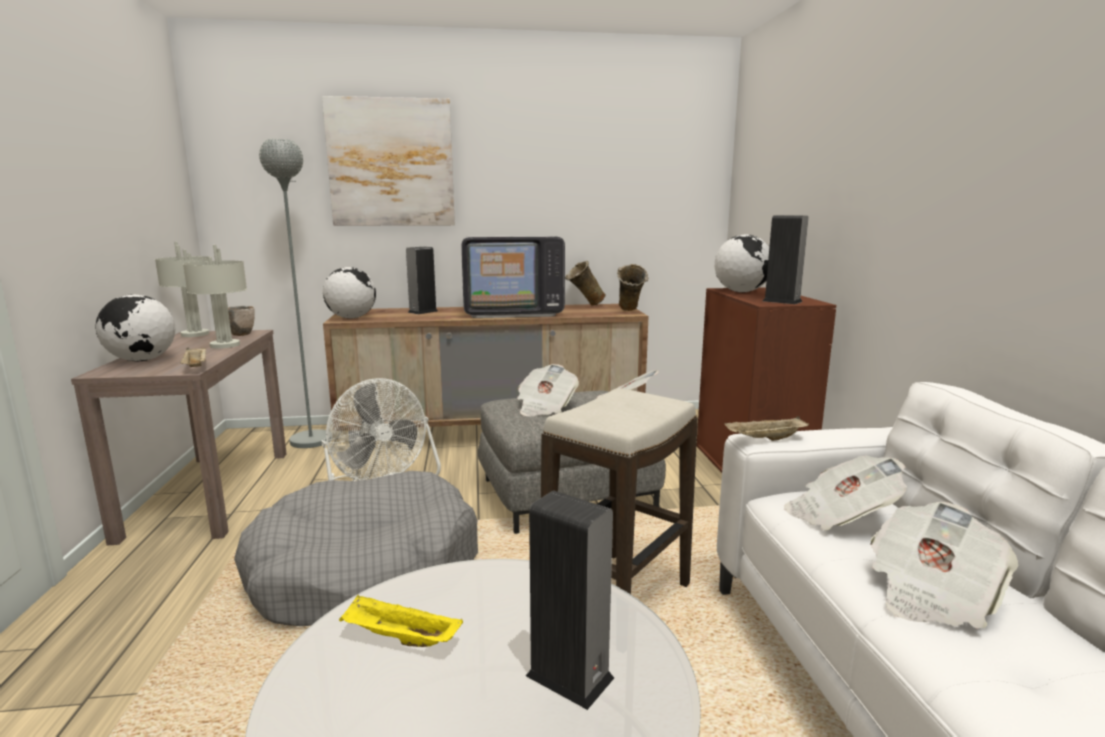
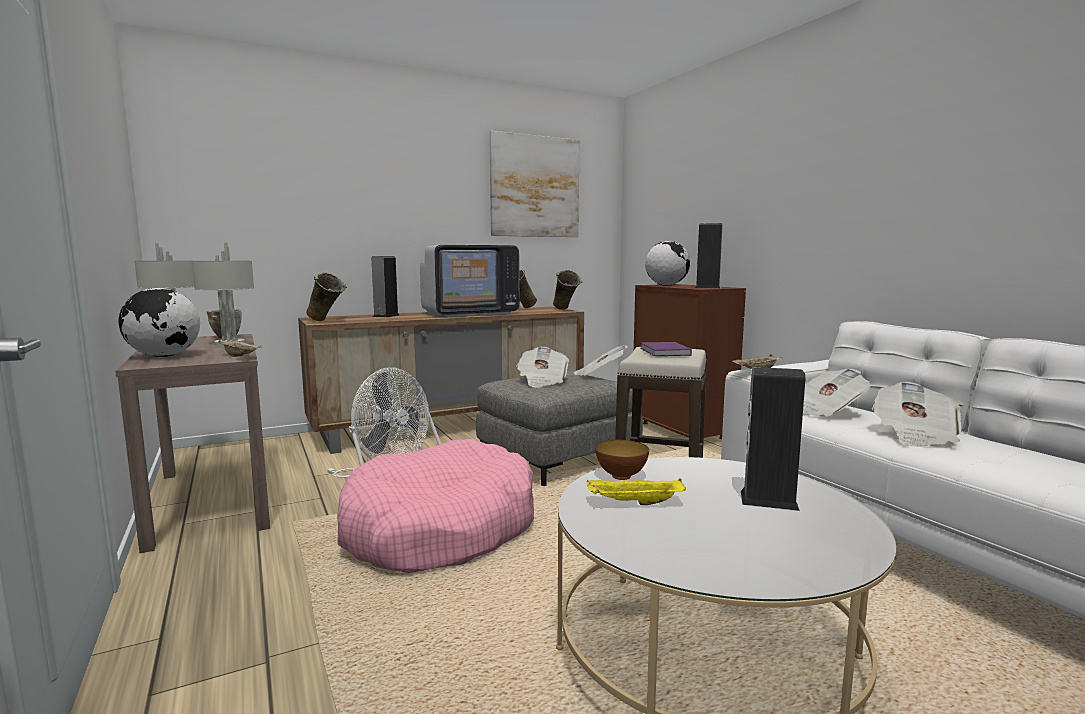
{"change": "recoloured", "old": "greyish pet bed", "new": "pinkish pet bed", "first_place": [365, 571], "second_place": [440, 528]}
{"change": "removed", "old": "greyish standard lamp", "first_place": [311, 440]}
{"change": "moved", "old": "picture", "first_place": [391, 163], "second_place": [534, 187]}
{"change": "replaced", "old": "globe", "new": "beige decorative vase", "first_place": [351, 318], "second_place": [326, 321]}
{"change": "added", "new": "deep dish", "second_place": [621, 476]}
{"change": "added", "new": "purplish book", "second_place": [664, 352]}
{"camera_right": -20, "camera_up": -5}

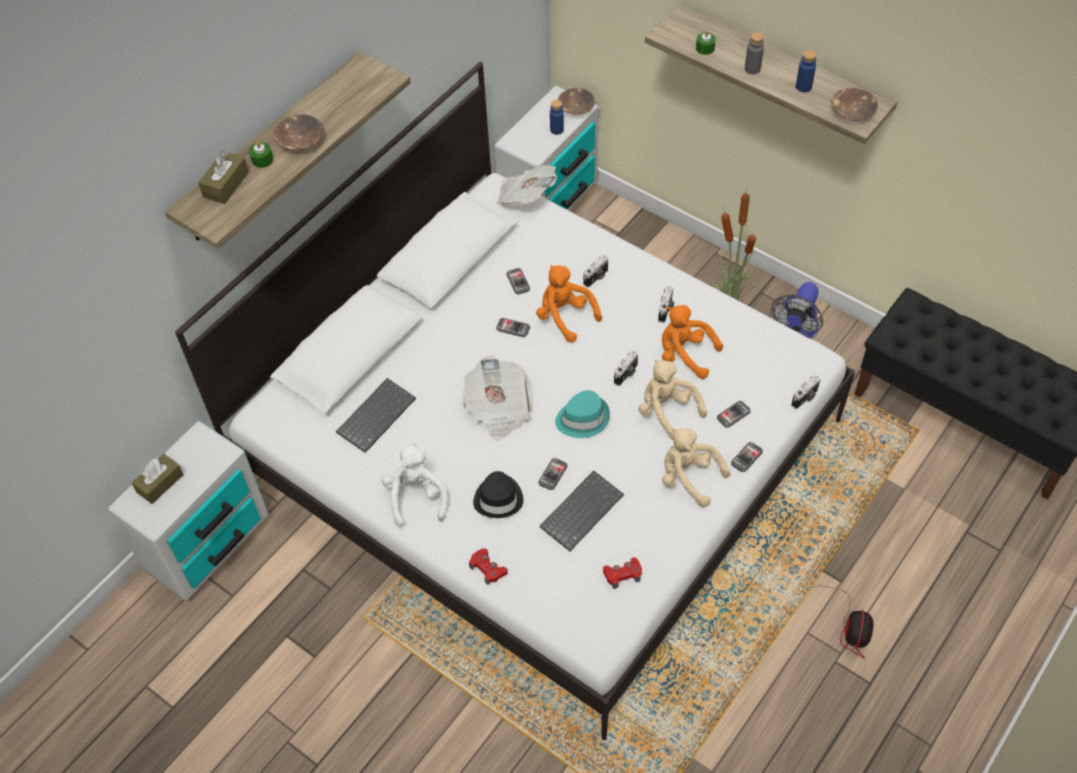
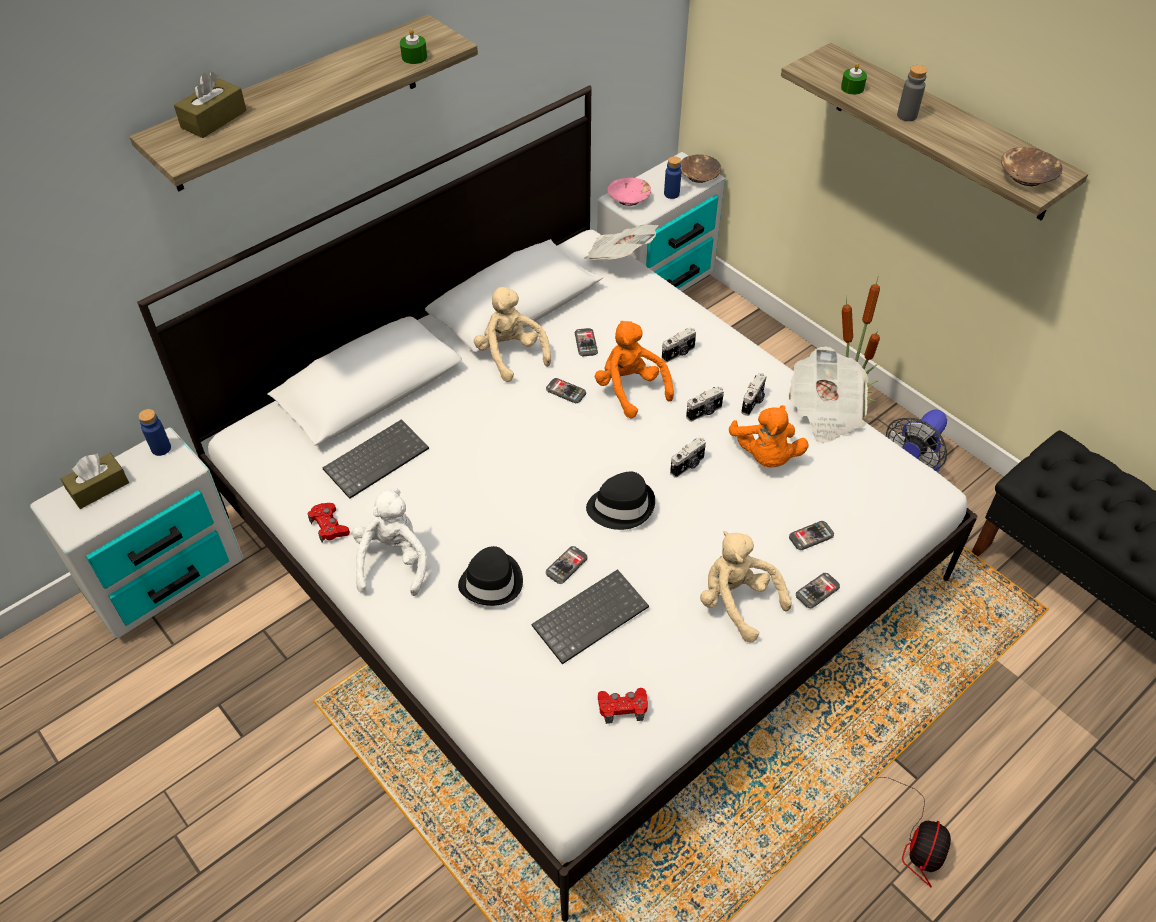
{"change": "moved", "old": "green-coloured wax light", "first_place": [262, 160], "second_place": [414, 57]}
{"change": "removed", "old": "brown-coloured deep dish", "first_place": [299, 141]}
{"change": "moved", "old": "printed paper", "first_place": [498, 409], "second_place": [825, 411]}
{"change": "moved", "old": "red gamepad", "first_place": [488, 568], "second_place": [329, 526]}
{"change": "recoloured", "old": "blue-green clothing hat", "new": "black clothing hat", "first_place": [582, 418], "second_place": [621, 506]}
{"change": "moved", "old": "beige cuddly toy", "first_place": [667, 411], "second_place": [511, 355]}
{"change": "turned", "old": "orange-coloured cuddly toy", "first_place": [684, 355], "second_place": [765, 456], "degrees": -135}
{"change": "moved", "old": "still camera", "first_place": [805, 398], "second_place": [705, 412]}
{"change": "moved", "old": "bluish beverage bottle", "first_place": [803, 87], "second_place": [161, 448]}
{"change": "added", "new": "pinkish deep dish", "second_place": [629, 199]}
{"camera_right": 10, "camera_up": -5}

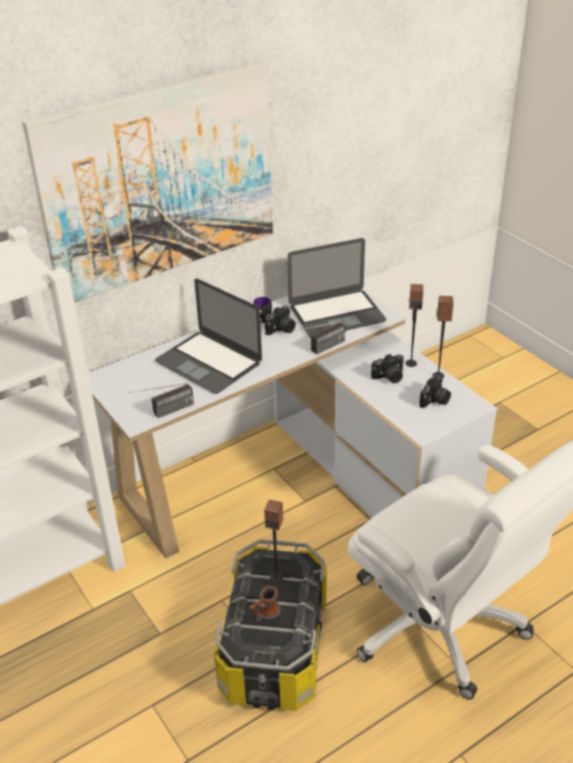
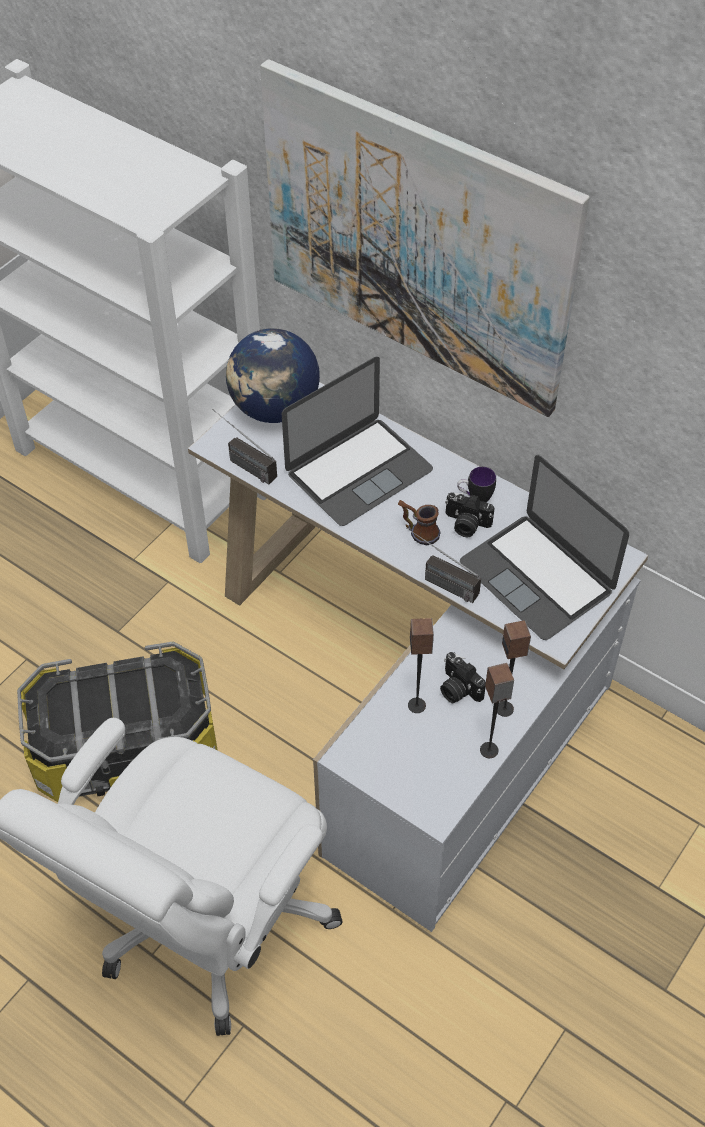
{"change": "turned", "old": "portable computer", "first_place": [208, 362], "second_place": [359, 471], "degrees": -150}
{"change": "moved", "old": "tea mug", "first_place": [264, 615], "second_place": [418, 531]}
{"change": "moved", "old": "speaker", "first_place": [276, 578], "second_place": [417, 705]}
{"change": "removed", "old": "still camera", "first_place": [435, 401]}
{"change": "added", "new": "globe", "second_place": [275, 409]}
{"camera_right": 70, "camera_up": 15}

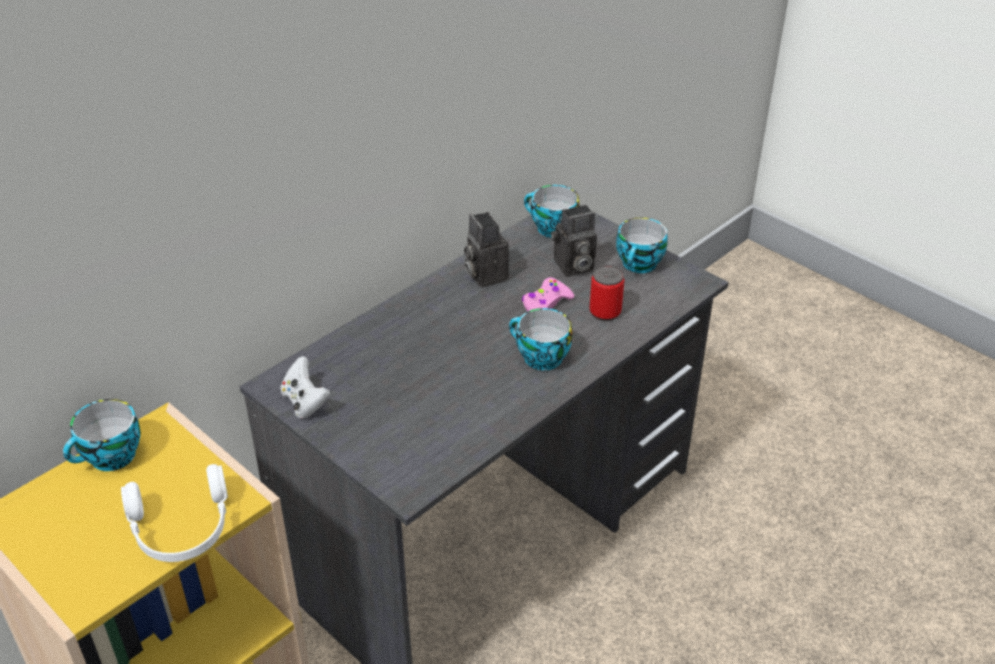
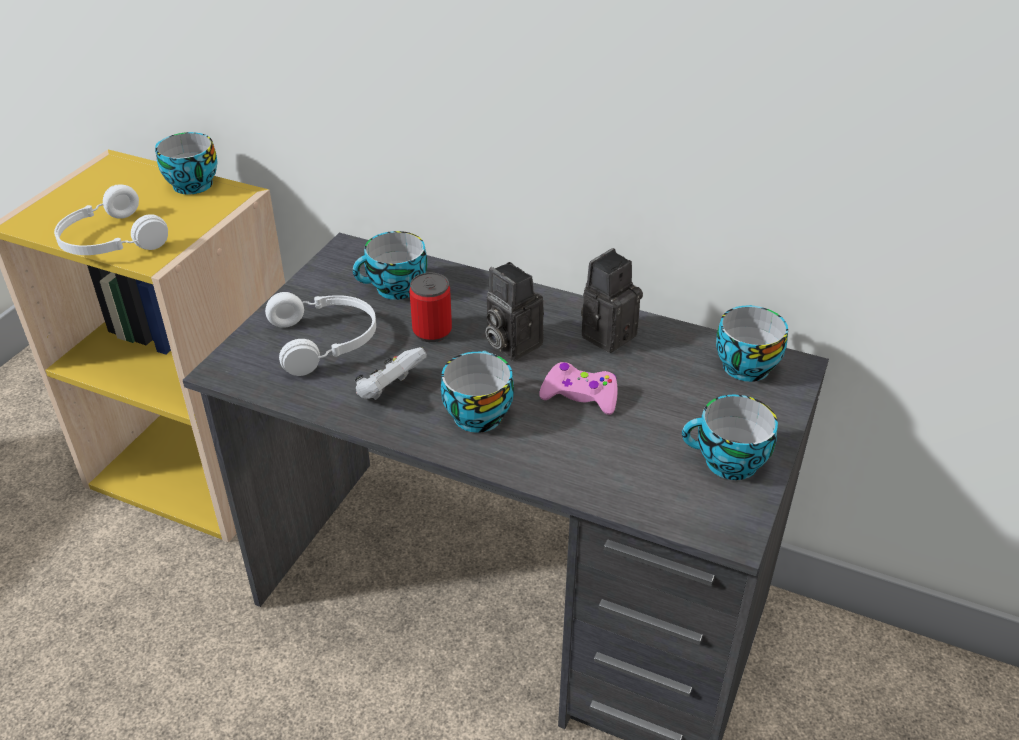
{"change": "moved", "old": "white-coloured gamepad", "first_place": [305, 402], "second_place": [390, 390]}
{"change": "moved", "old": "still camera", "first_place": [572, 267], "second_place": [510, 344]}
{"change": "moved", "old": "metal can", "first_place": [605, 312], "second_place": [432, 331]}
{"change": "added", "new": "white-coloured pair of headphones", "second_place": [326, 341]}
{"change": "added", "new": "small cup", "second_place": [395, 289]}
{"camera_right": 70, "camera_up": 0}

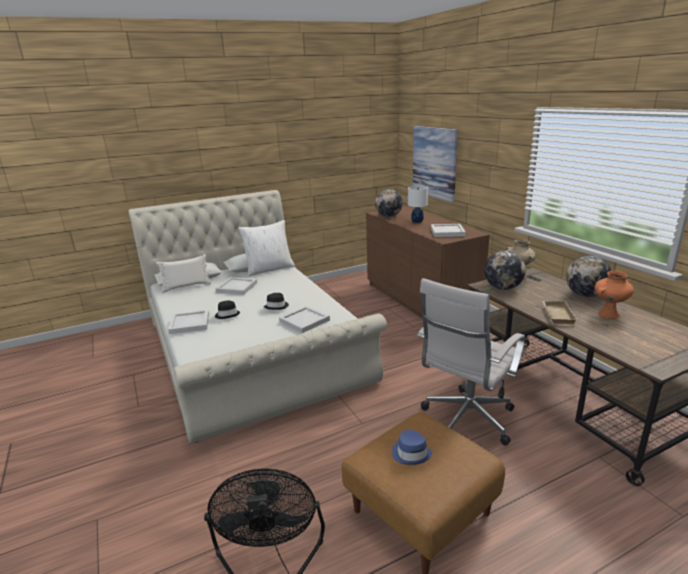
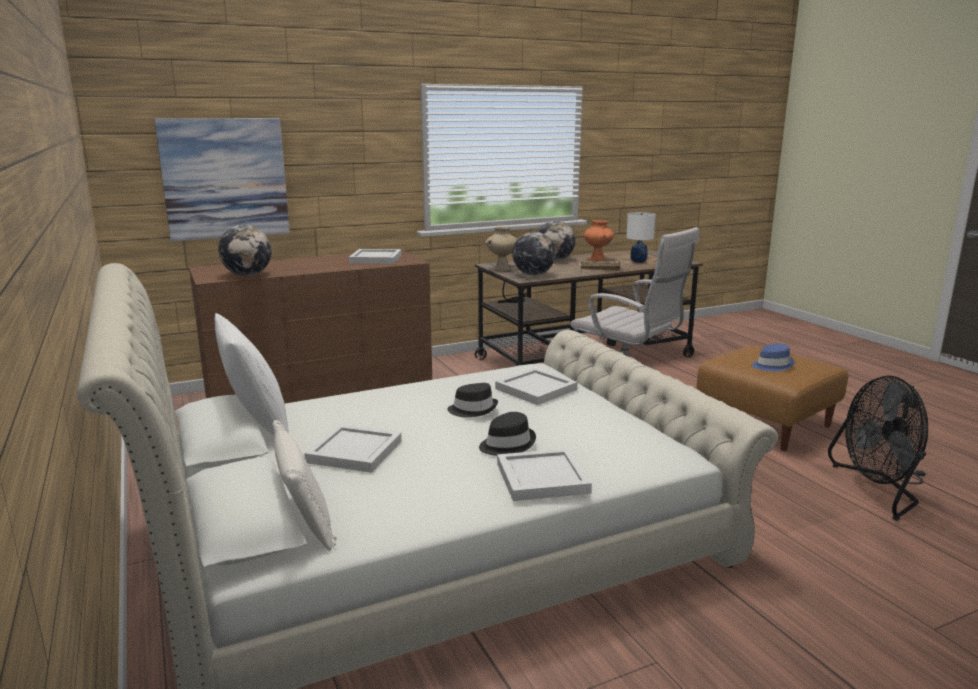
{"change": "moved", "old": "white-coloured table lamp", "first_place": [416, 222], "second_place": [638, 262]}
{"camera_right": -90, "camera_up": -5}

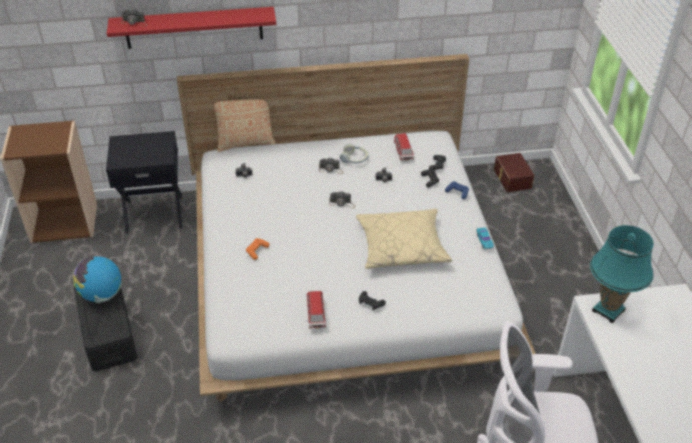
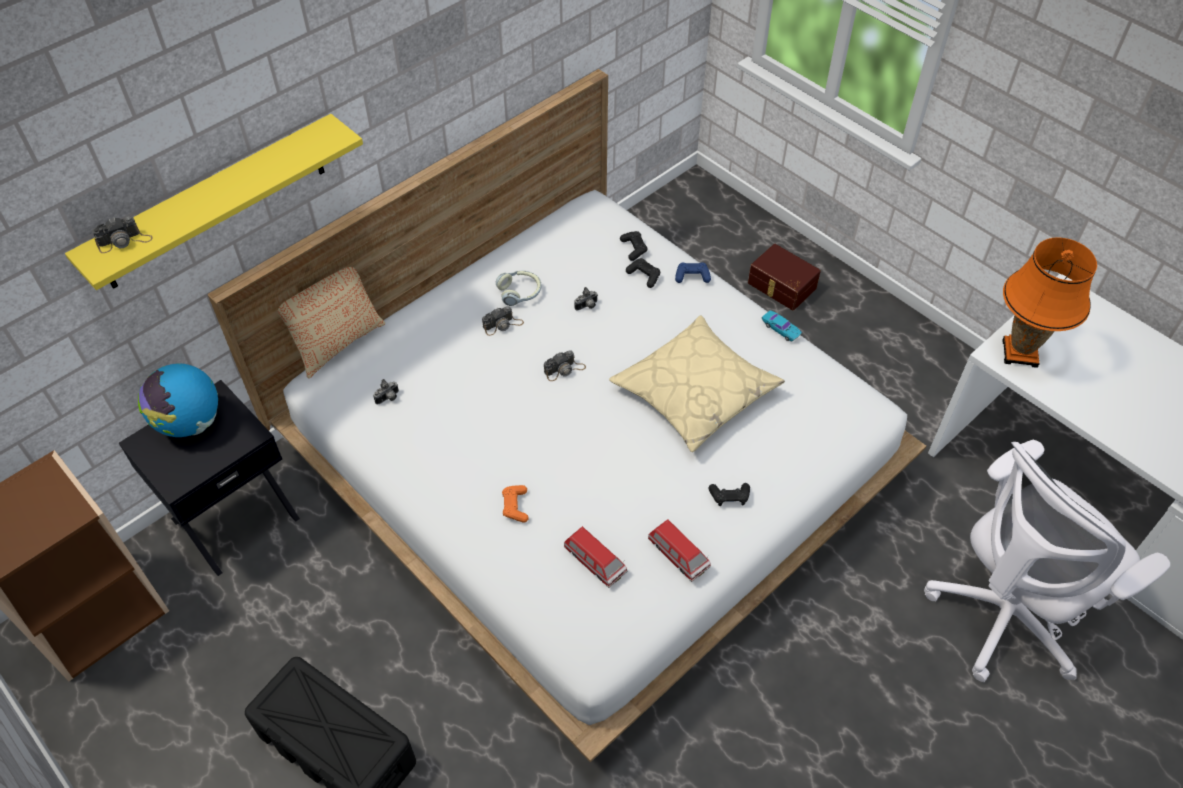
{"change": "moved", "old": "globe", "first_place": [102, 295], "second_place": [189, 422]}
{"change": "recoloured", "old": "red wall shelf", "new": "yellow wall shelf", "first_place": [194, 27], "second_place": [214, 203]}
{"change": "moved", "old": "miniature car", "first_place": [403, 152], "second_place": [595, 561]}
{"change": "moved", "old": "brown-coloured storage box", "first_place": [511, 179], "second_place": [781, 286]}
{"change": "recoloured", "old": "blue-green table lamp", "new": "orange-coloured table lamp", "first_place": [608, 310], "second_place": [1019, 353]}
{"camera_right": -35, "camera_up": 10}

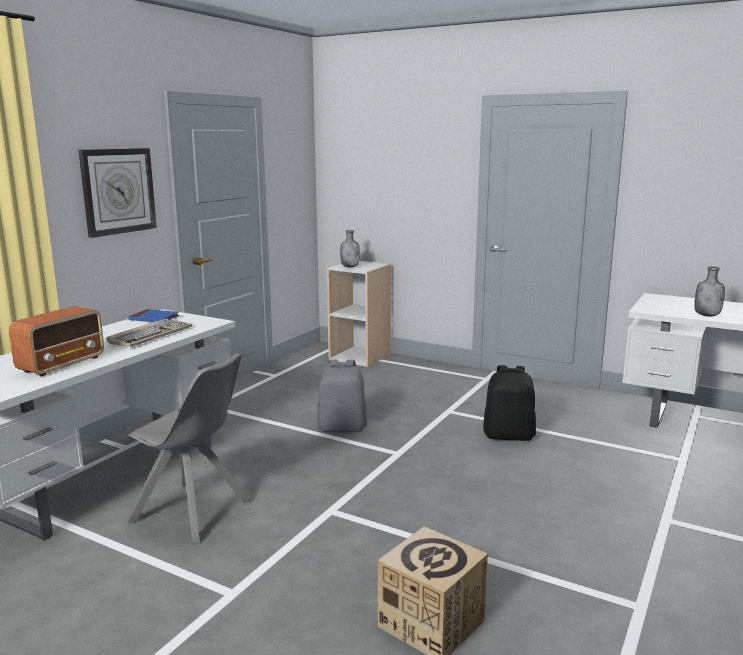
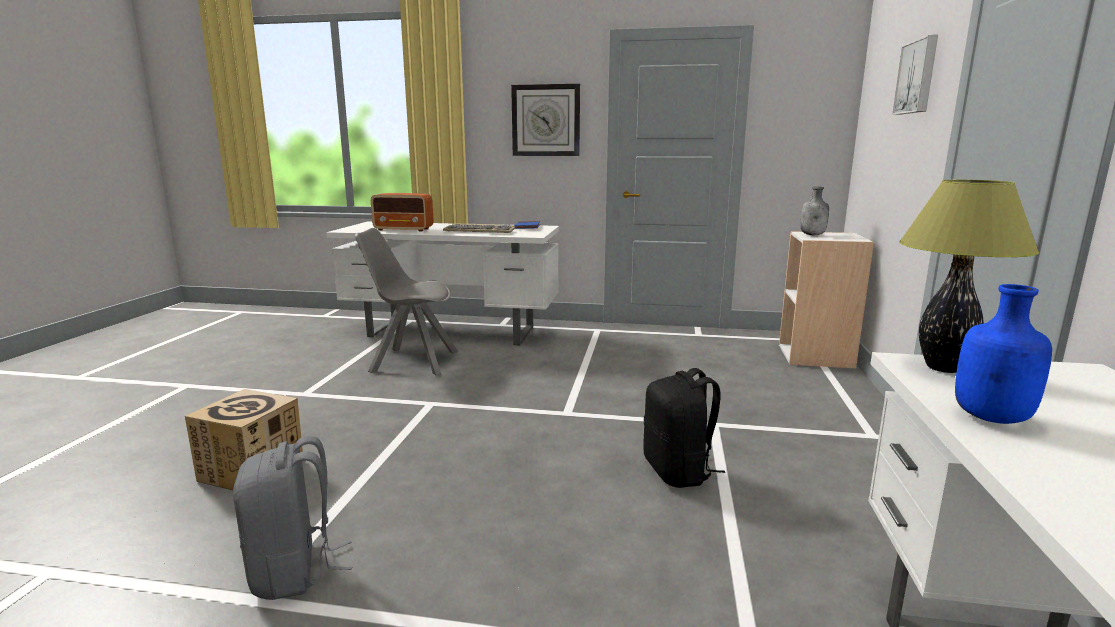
{"change": "turned", "old": "greyish upright chair", "first_place": [193, 512], "second_place": [412, 361], "degrees": 90}
{"change": "moved", "old": "greyish rucksack", "first_place": [342, 428], "second_place": [295, 571]}
{"change": "recoloured", "old": "greyish beverage bottle", "new": "bluish beverage bottle", "first_place": [707, 315], "second_place": [993, 418]}
{"change": "added", "new": "picture", "second_place": [918, 77]}
{"change": "added", "new": "table lamp", "second_place": [943, 368]}
{"camera_right": 70, "camera_up": 0}

